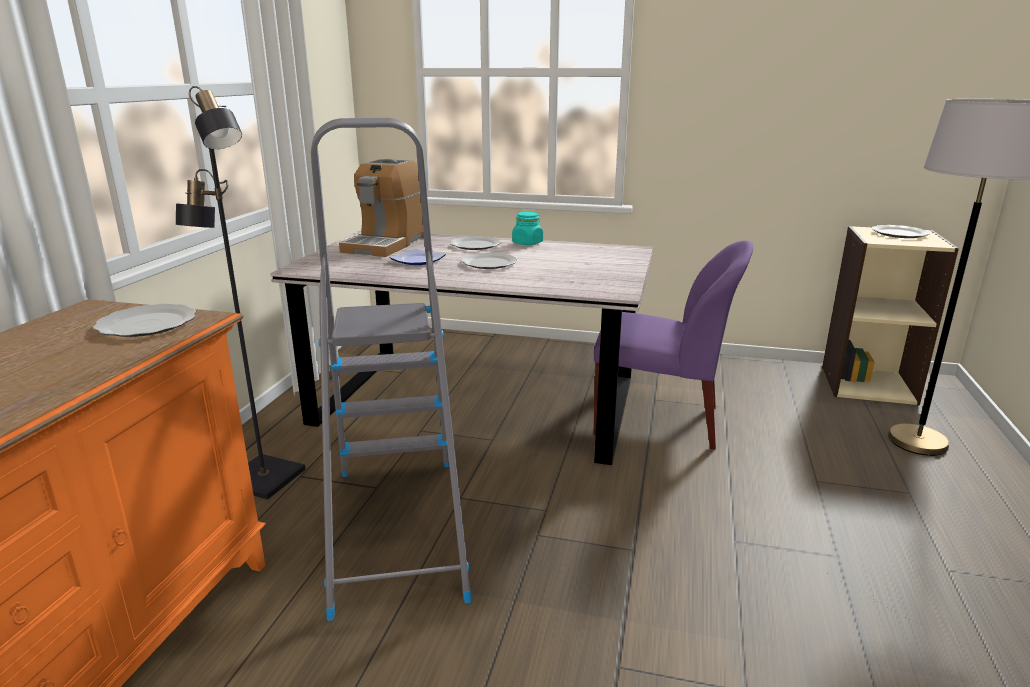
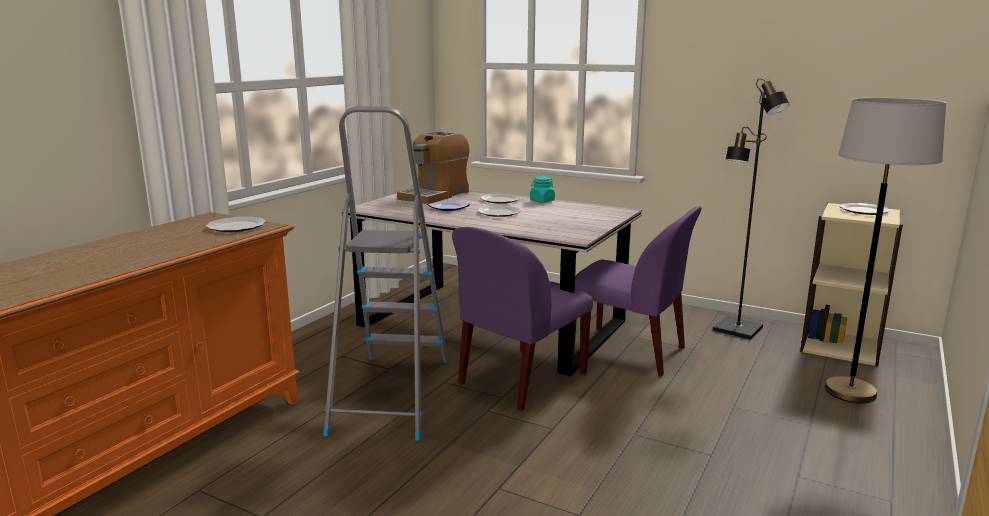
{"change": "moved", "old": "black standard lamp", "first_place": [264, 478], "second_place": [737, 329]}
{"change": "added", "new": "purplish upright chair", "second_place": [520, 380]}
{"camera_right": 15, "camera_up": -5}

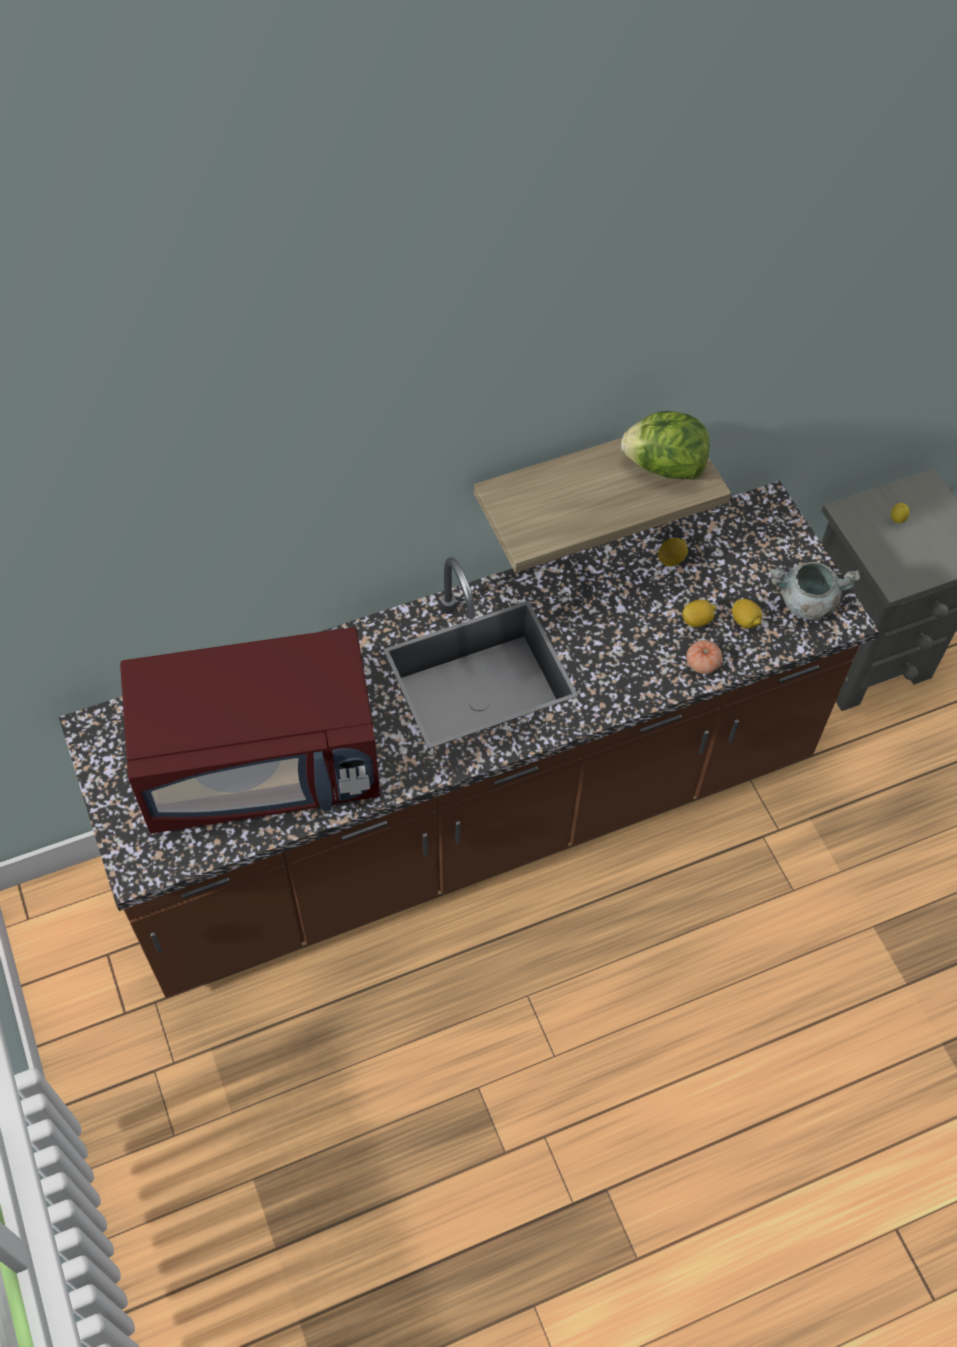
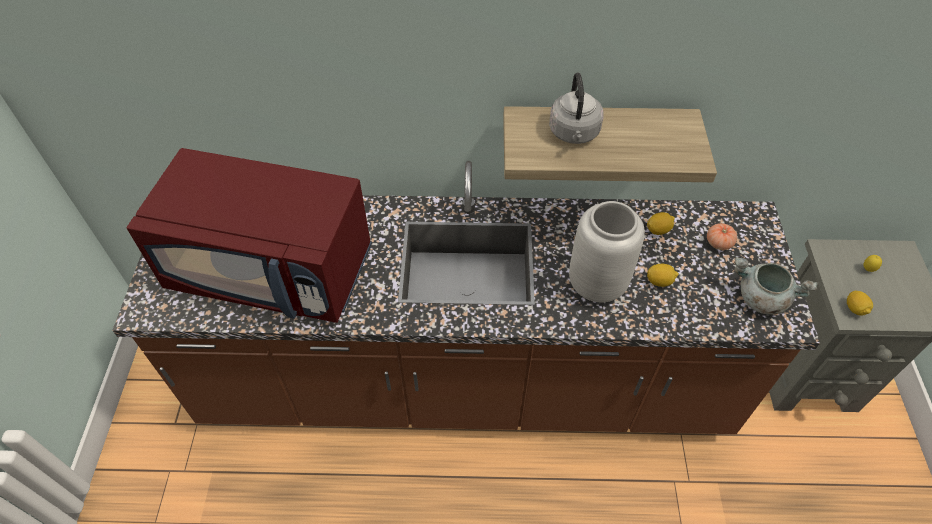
{"change": "removed", "old": "head of lettuce", "first_place": [663, 467]}
{"change": "moved", "old": "tomato", "first_place": [702, 664], "second_place": [718, 243]}
{"change": "moved", "old": "citrus fruit", "first_place": [745, 621], "second_place": [855, 309]}
{"change": "added", "new": "greyish kettle", "second_place": [574, 134]}
{"change": "added", "new": "greyish decorative vase", "second_place": [595, 284]}
{"camera_right": 25, "camera_up": -5}

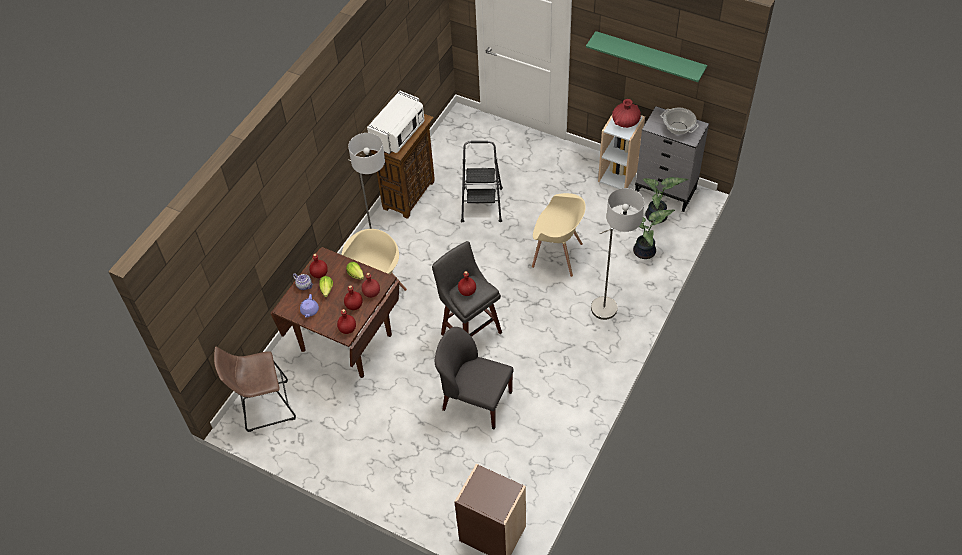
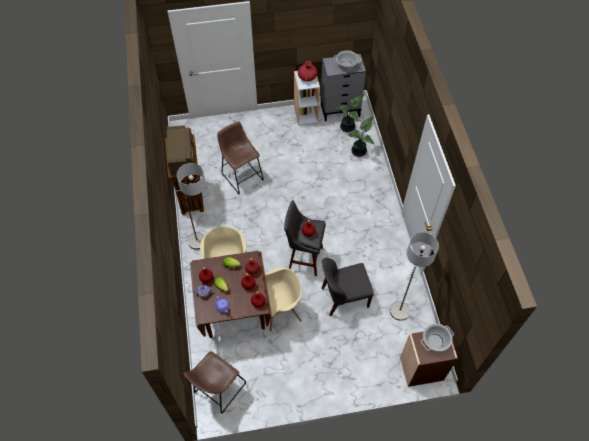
{"change": "recoloured", "old": "white-coloured microwave", "new": "brown-coloured microwave", "first_place": [398, 134], "second_place": [182, 157]}
{"change": "replaced", "old": "black step ladder", "new": "brown-coloured stool seat", "first_place": [482, 203], "second_place": [241, 175]}
{"change": "moved", "old": "beige upright chair", "first_place": [558, 256], "second_place": [280, 311]}
{"change": "removed", "old": "green-coloured wall shelf", "first_place": [649, 56]}
{"change": "moved", "old": "greyish standard lamp", "first_place": [611, 306], "second_place": [402, 306]}
{"change": "added", "new": "stockpot", "second_place": [435, 341]}
{"camera_right": -40, "camera_up": 5}

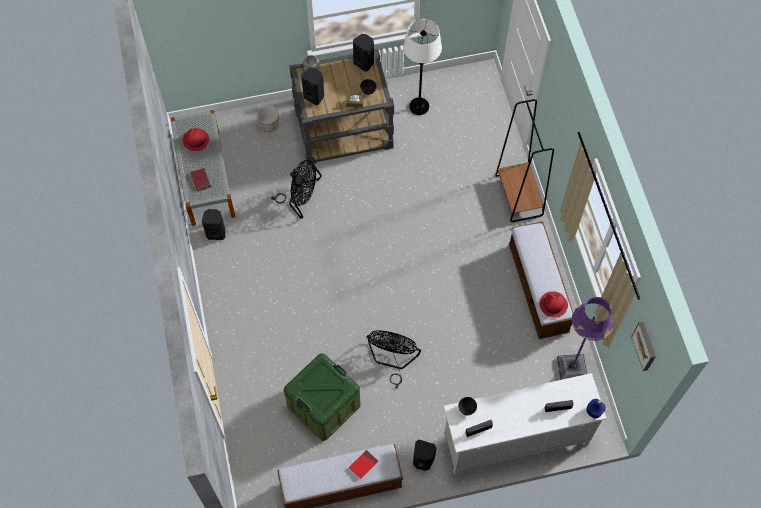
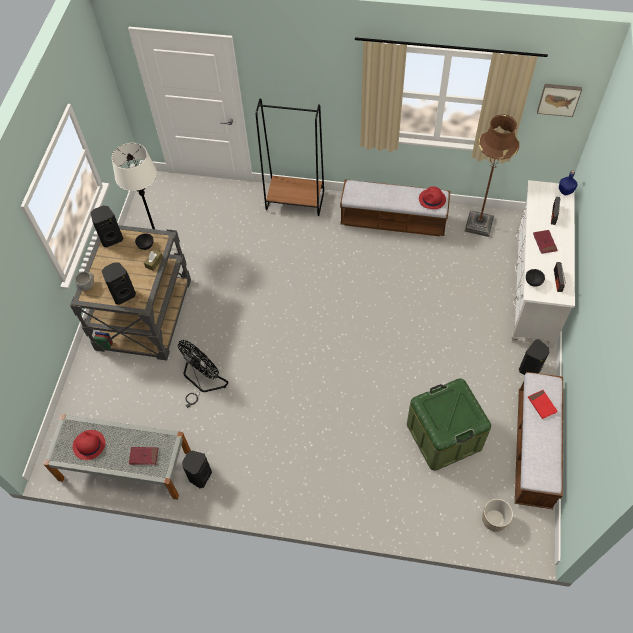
{"change": "moved", "old": "planter", "first_place": [269, 124], "second_place": [494, 519]}
{"change": "removed", "old": "black cooling fan", "first_place": [392, 359]}
{"change": "recoloured", "old": "purplish standard lamp", "new": "brown-coloured standard lamp", "first_place": [572, 368], "second_place": [479, 224]}
{"change": "added", "new": "red book", "second_place": [544, 242]}
{"camera_right": -65, "camera_up": -5}

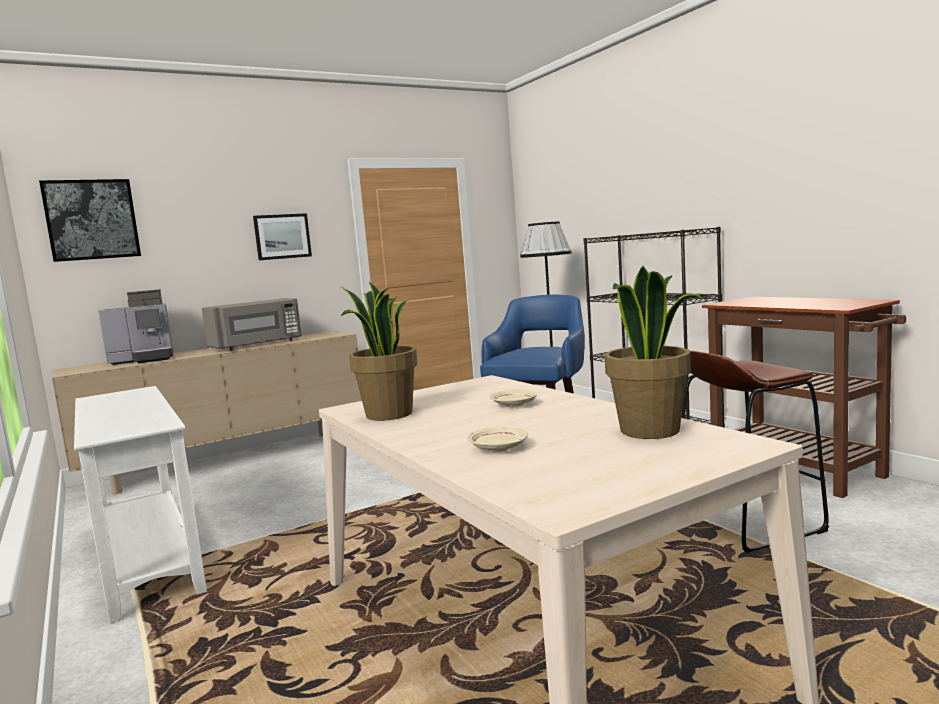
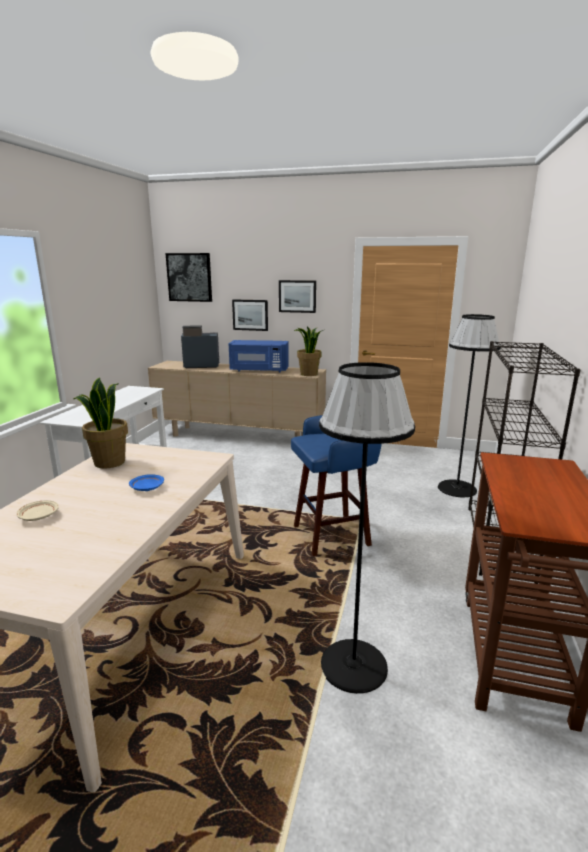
{"change": "turned", "old": "coffee maker", "first_place": [145, 359], "second_place": [200, 366], "degrees": 150}
{"change": "recoloured", "old": "greyish microwave", "new": "bluish microwave", "first_place": [257, 345], "second_place": [259, 370]}
{"change": "recoloured", "old": "beige dinner plate", "new": "bluish dinner plate", "first_place": [514, 405], "second_place": [146, 488]}
{"change": "moved", "old": "plant in a pot", "first_place": [651, 431], "second_place": [309, 374]}
{"change": "replaced", "old": "brown-coloured stool seat", "new": "black standard lamp", "first_place": [748, 523], "second_place": [353, 664]}
{"change": "added", "new": "picture", "second_place": [250, 315]}
{"camera_right": 45, "camera_up": 10}

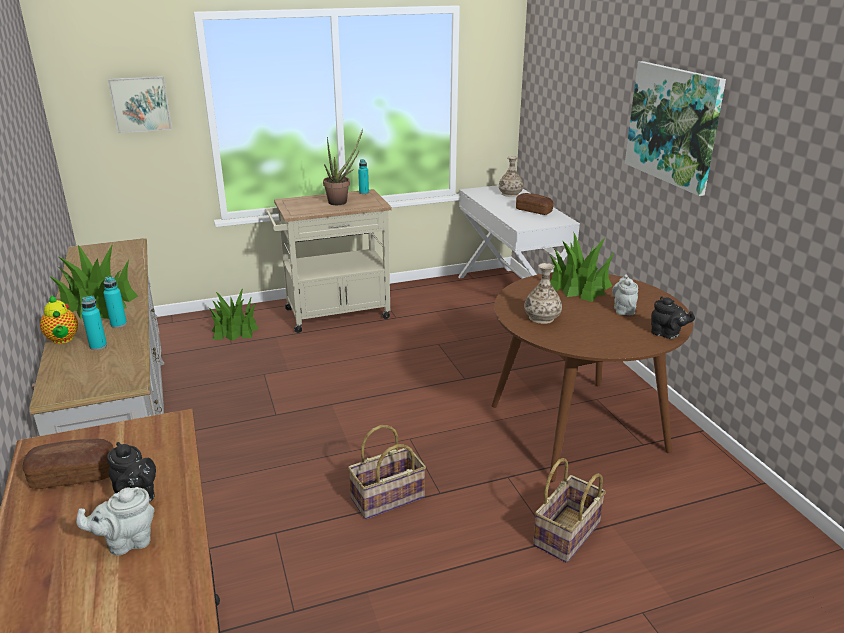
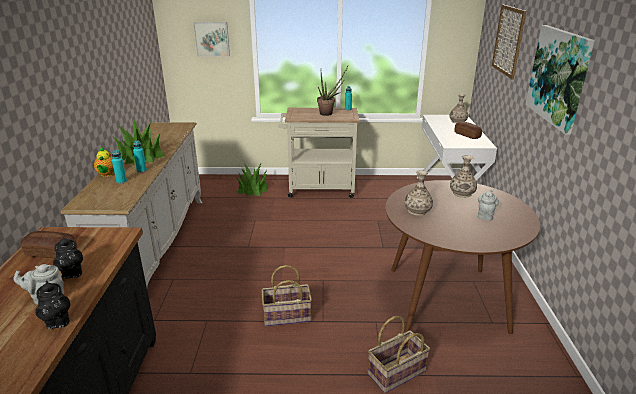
{"change": "replaced", "old": "plant in a pot", "new": "decorative vase", "first_place": [578, 287], "second_place": [462, 193]}
{"change": "moved", "old": "black pot for tea", "first_place": [667, 334], "second_place": [57, 322]}
{"change": "added", "new": "picture", "second_place": [509, 39]}
{"camera_right": 20, "camera_up": 0}

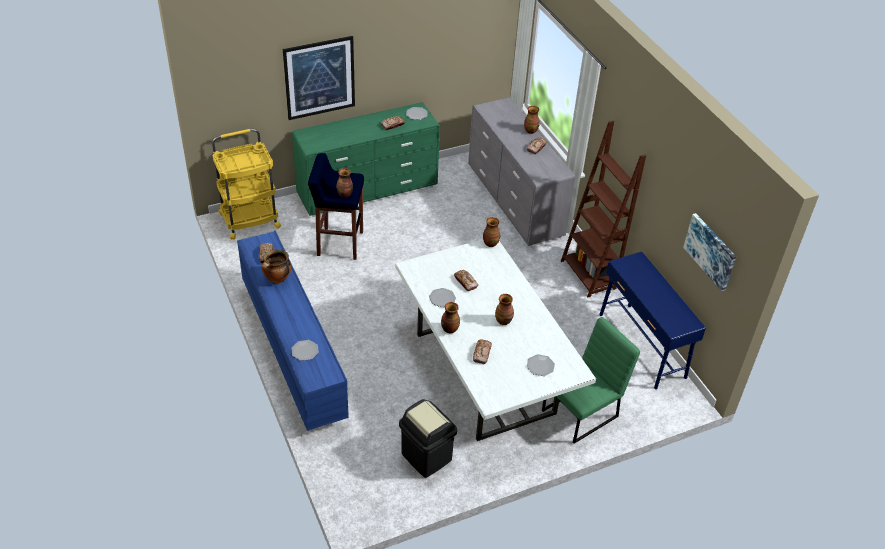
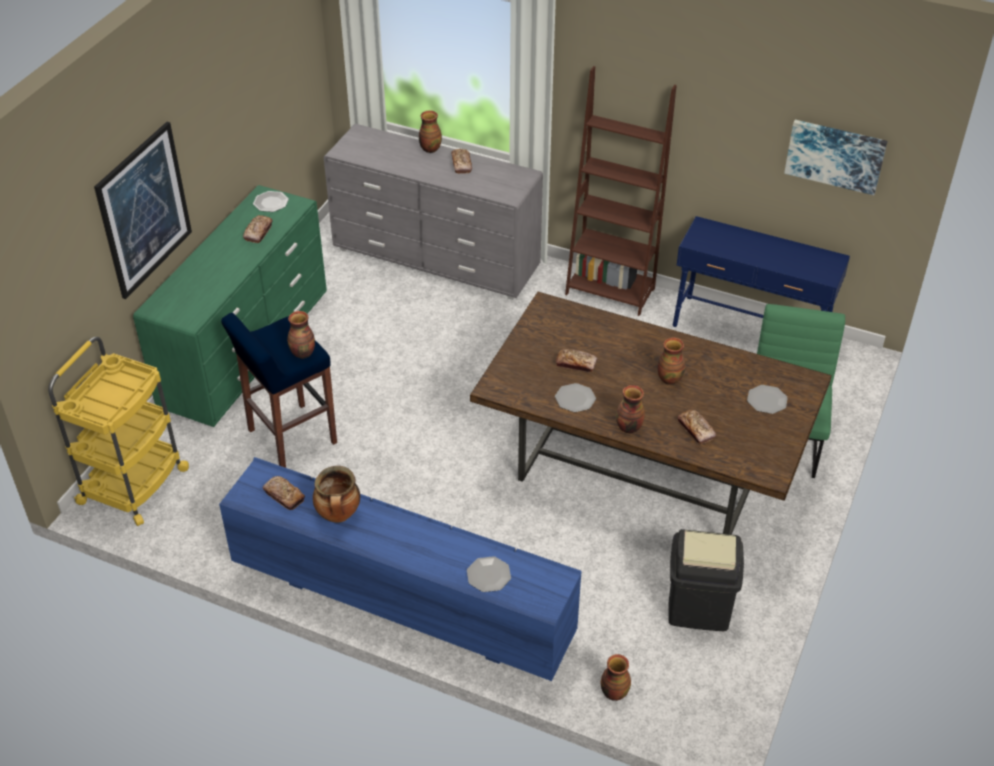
{"change": "recoloured", "old": "white-coloured dinner table", "new": "brown-coloured dinner table", "first_place": [485, 374], "second_place": [643, 471]}
{"change": "moved", "old": "decorative vase", "first_place": [490, 243], "second_place": [613, 692]}
{"camera_right": -40, "camera_up": 0}

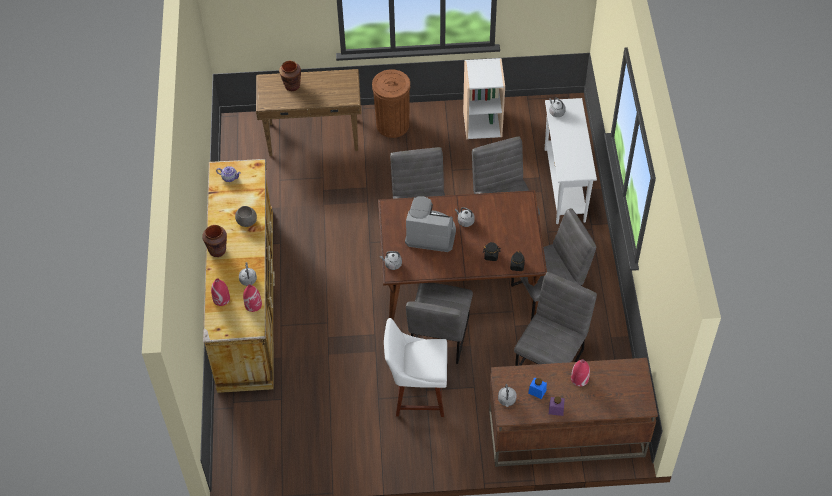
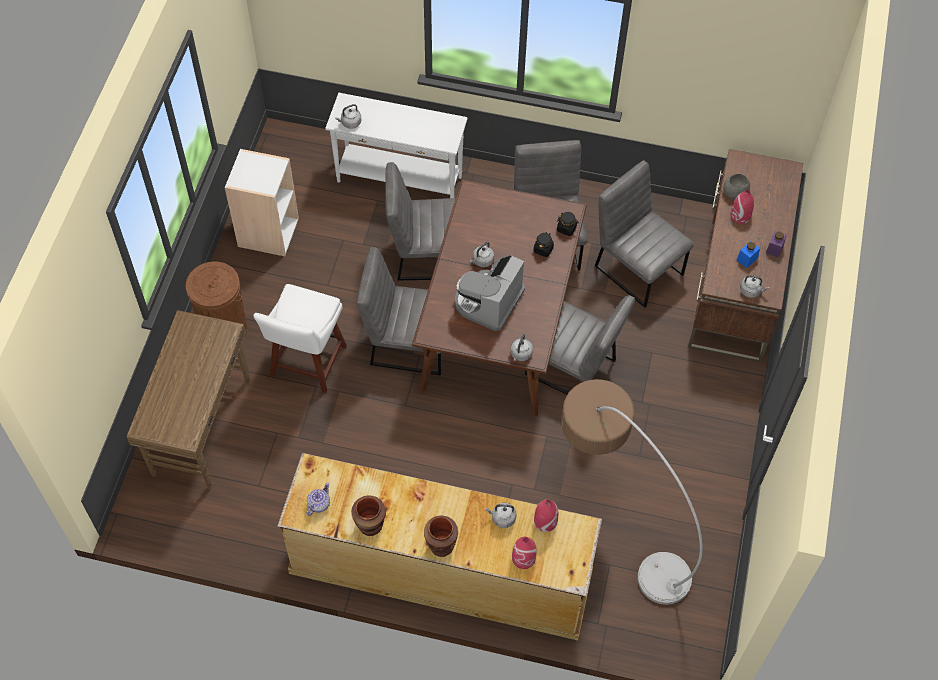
{"change": "moved", "old": "greyish deep dish", "first_place": [247, 221], "second_place": [735, 192]}
{"change": "moved", "old": "brown-coloured decorative vase", "first_place": [292, 86], "second_place": [370, 526]}
{"change": "moved", "old": "white-coloured stool seat", "first_place": [417, 394], "second_place": [306, 364]}
{"change": "added", "new": "standard lamp", "second_place": [616, 523]}
{"camera_right": -75, "camera_up": 5}

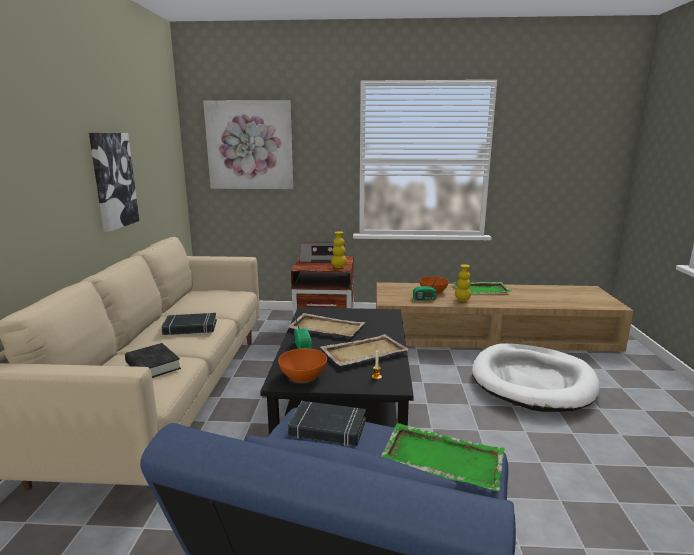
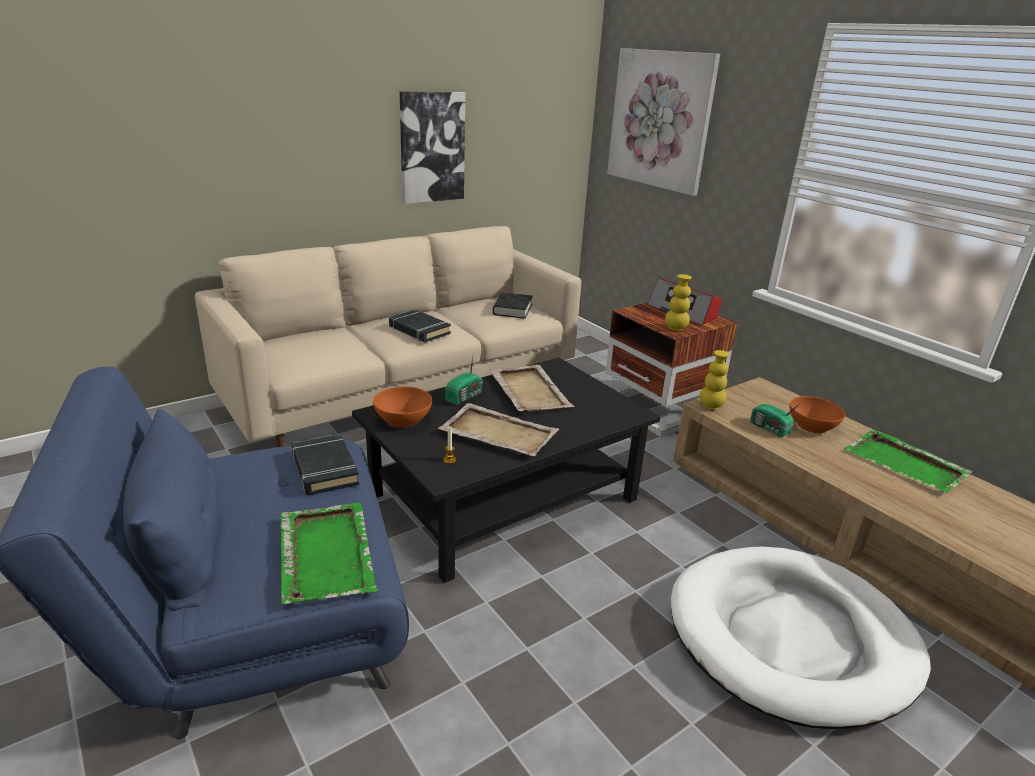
{"change": "moved", "old": "black book", "first_place": [153, 366], "second_place": [512, 309]}
{"change": "moved", "old": "yellow decorative vase", "first_place": [462, 300], "second_place": [710, 406]}
{"camera_right": 50, "camera_up": 10}

